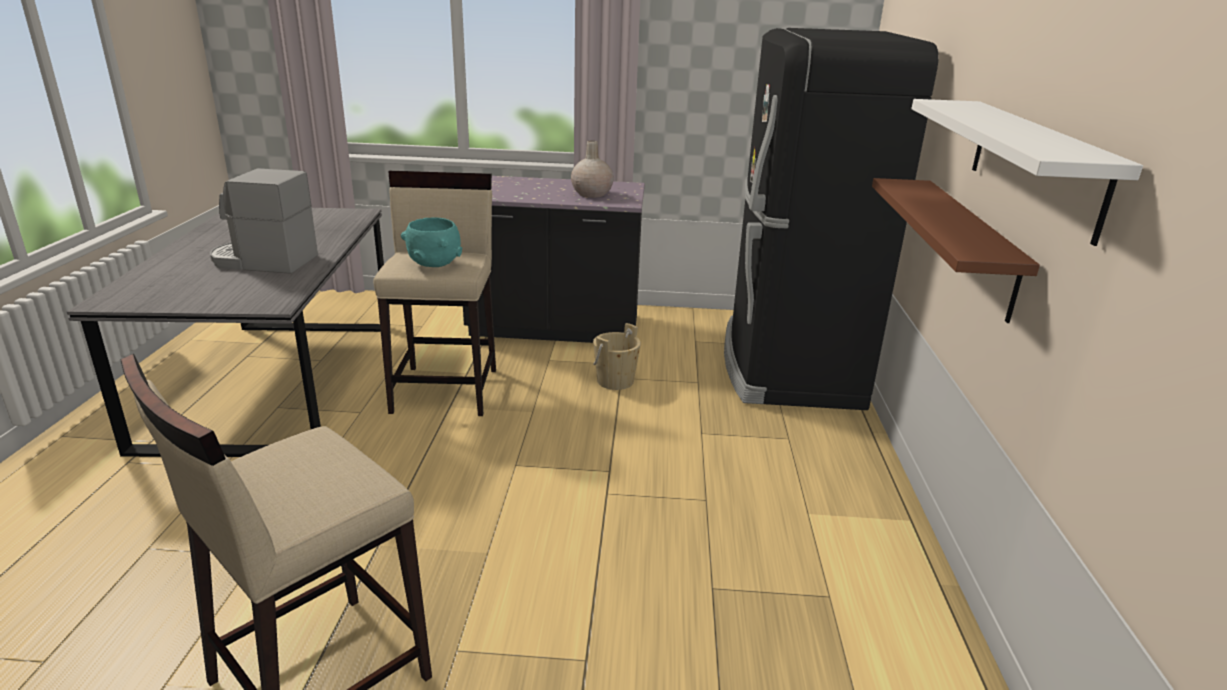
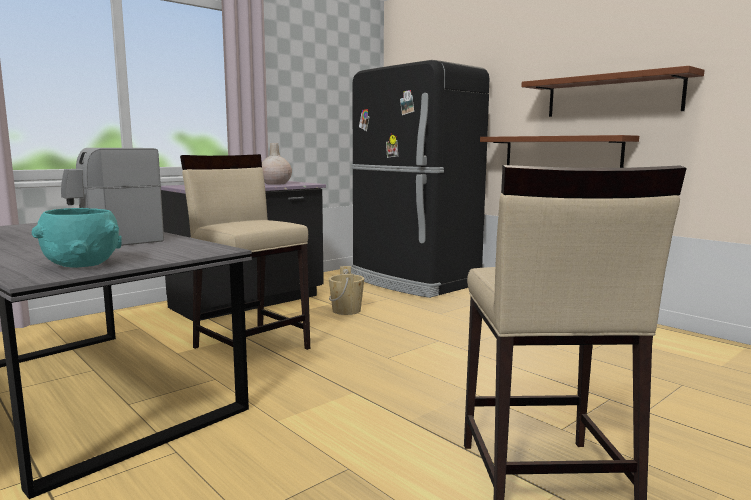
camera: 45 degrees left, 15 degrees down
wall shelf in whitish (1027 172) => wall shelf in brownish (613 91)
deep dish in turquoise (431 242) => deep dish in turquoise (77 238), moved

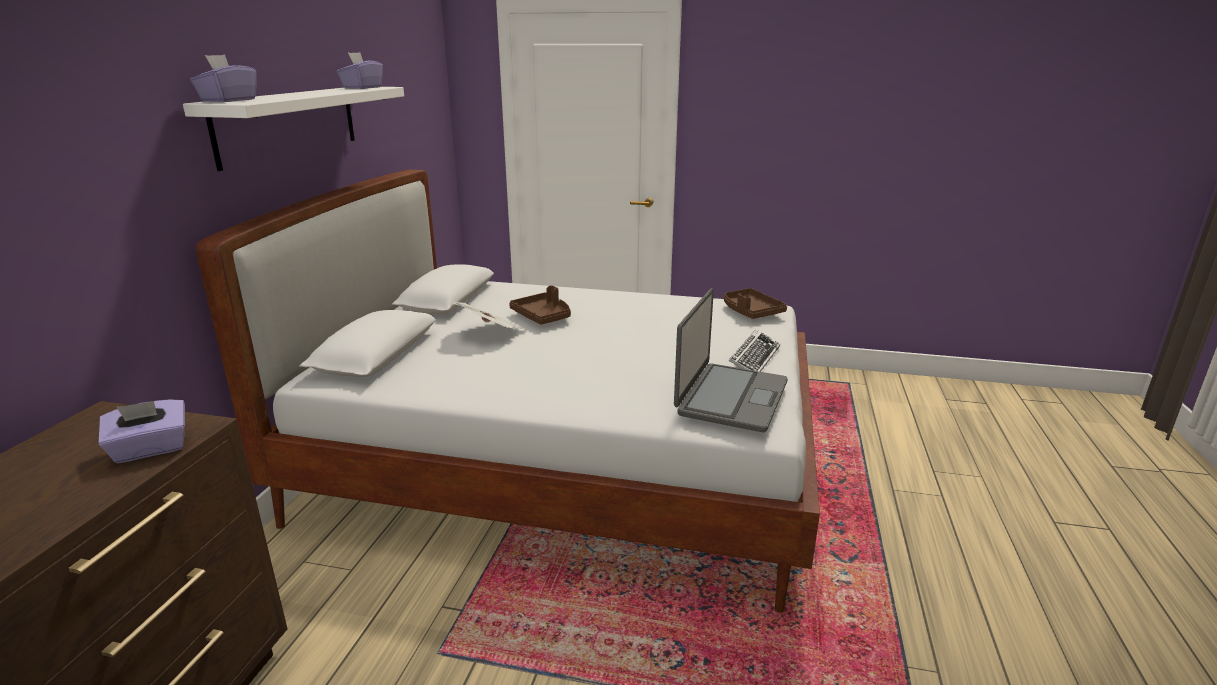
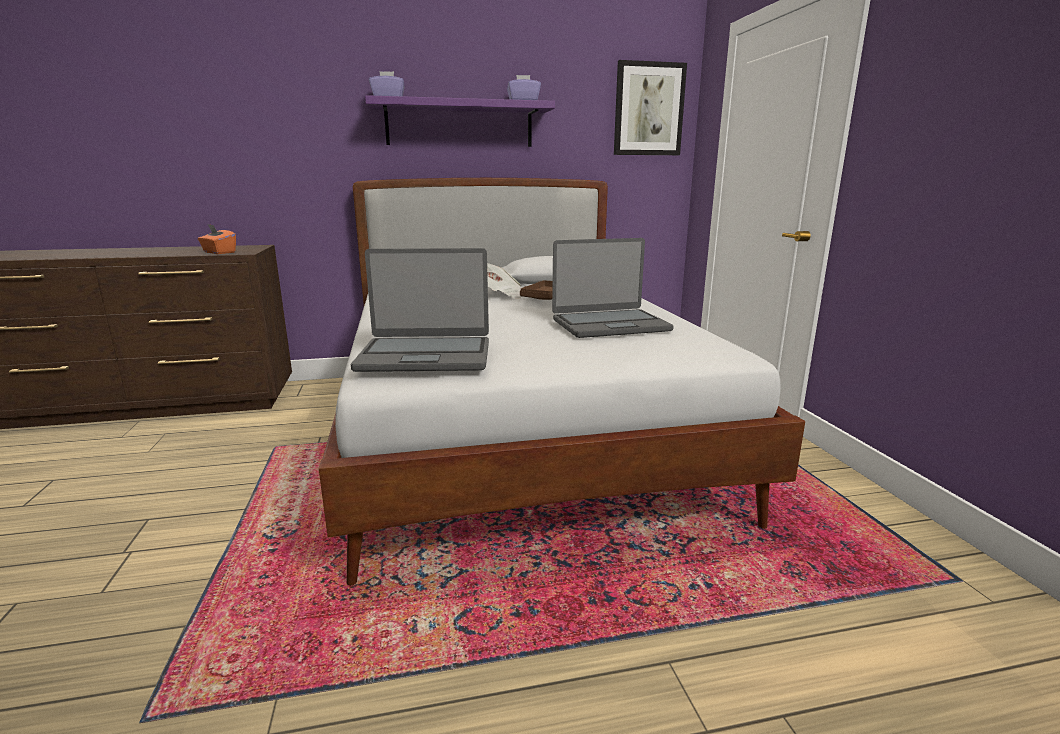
camera: 65 degrees right, 5 degrees down
wall shelf in whitish (293 129) => wall shelf in purple (460 121)
carrying tray in brownish (755 303) => nothing
keyboard (754 350) => nothing
tissue box in purple (142 431) => tissue box in orange-coloured (217 239)
nothing => picture (650 107)
nothing => laptop (613 288)

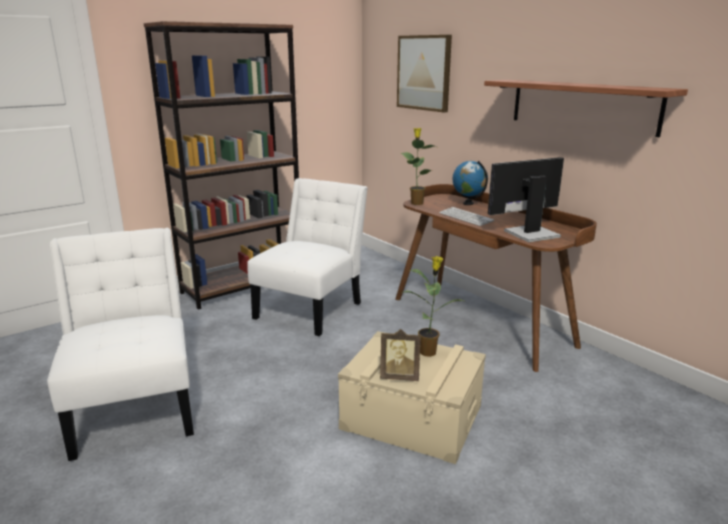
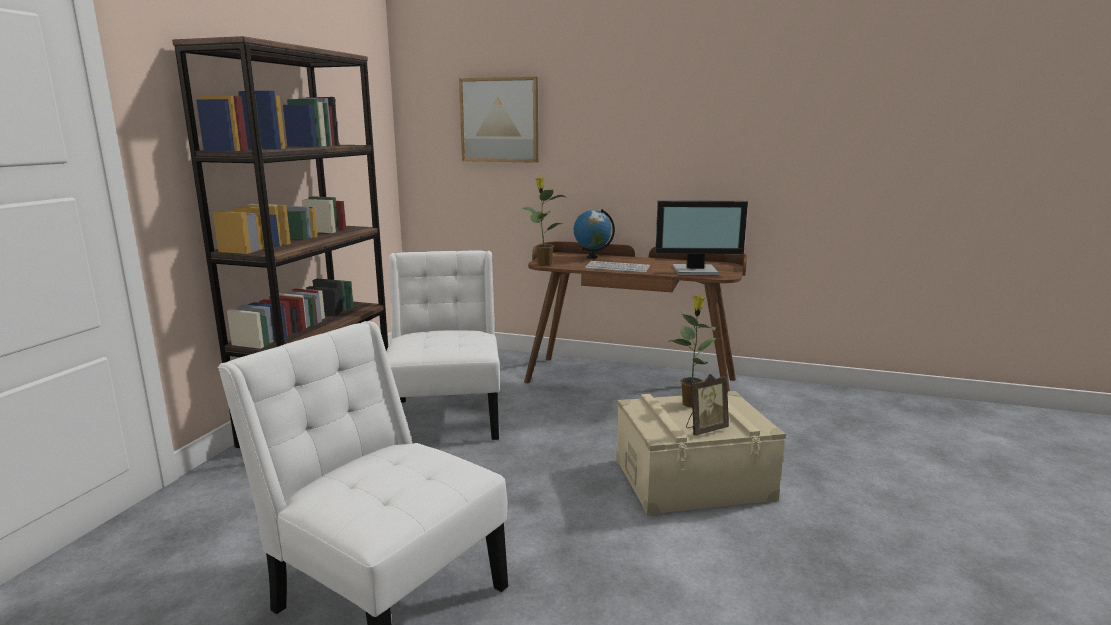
camera: 35 degrees left, 5 degrees down
wall shelf (586 108) => nothing
computer screen (526 199) => computer screen (701 237), 120 degrees counterclockwise

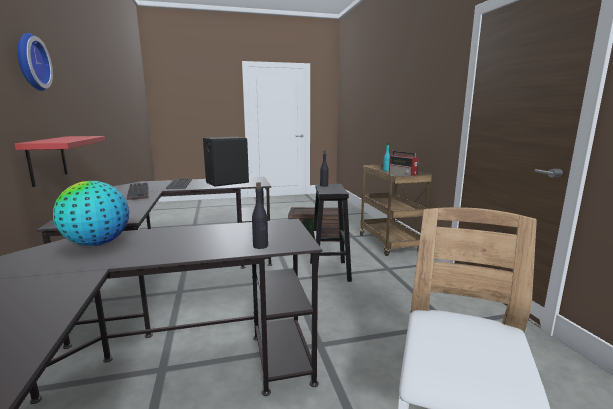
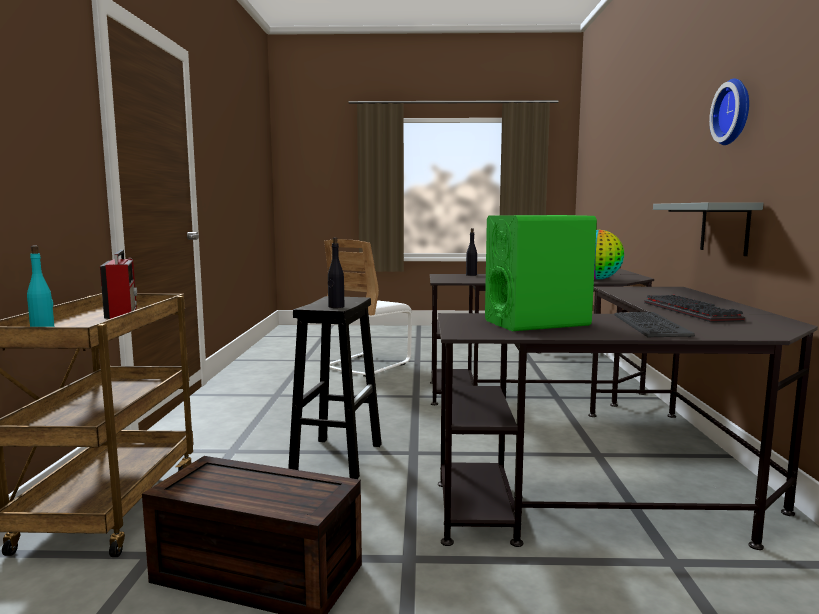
camera: 165 degrees left, 5 degrees down
wall shelf in reddish (60 161) => wall shelf in grey (708 229)
loudspeaker in blackish (226 162) => loudspeaker in greenish (541 273)

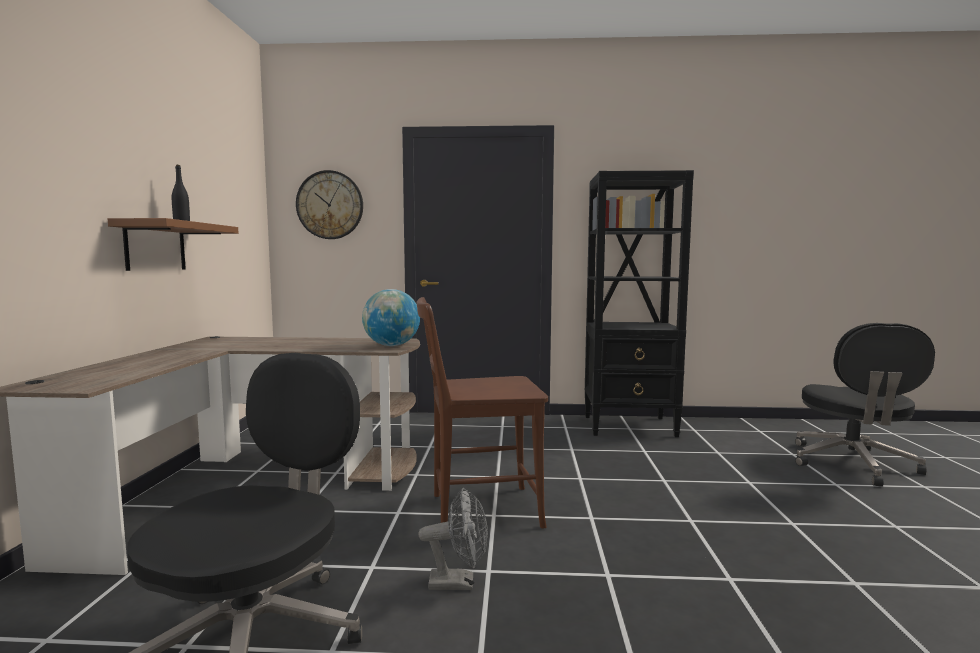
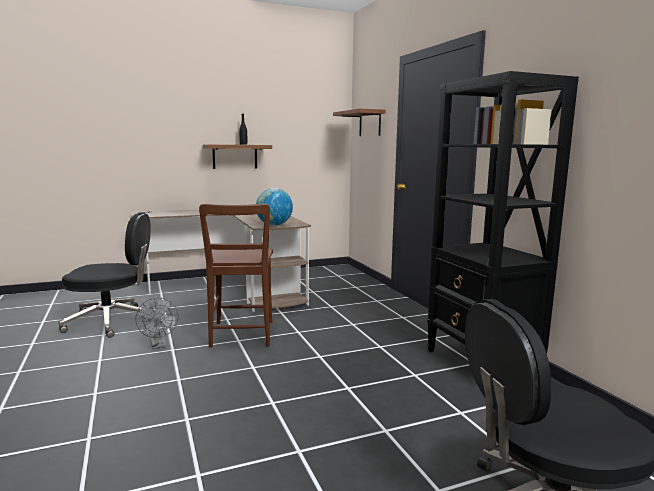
camera: 65 degrees right, 5 degrees up
clock on the wall (329 204) => wall shelf in brownish (359 122)
upright chair in brownish (482 413) => upright chair in brownish (236 276), 150 degrees counterclockwise

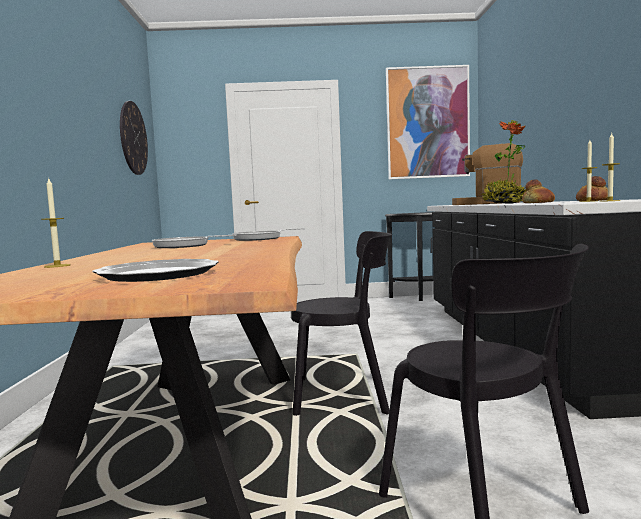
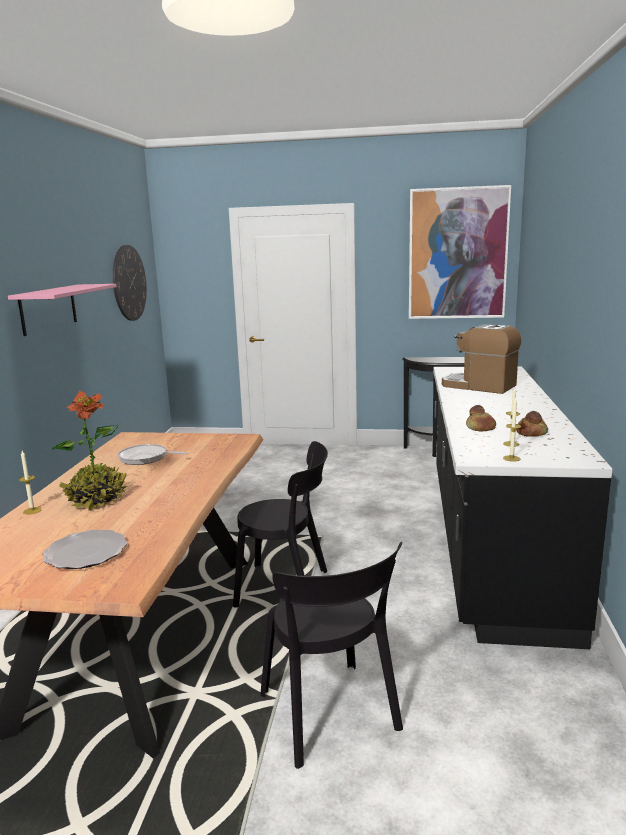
camera: 10 degrees right, 10 degrees up
plant in a pot (504 161) => plant in a pot (89 451), moved
skillet (268 234) => nothing
nothing => wall shelf in pink (62 310)

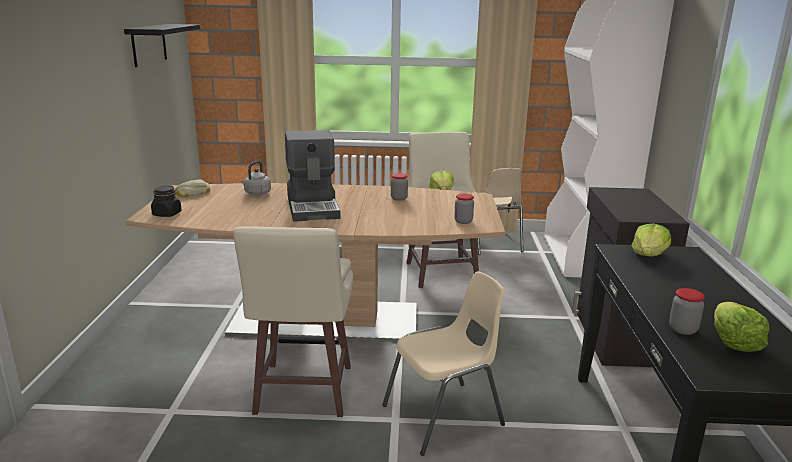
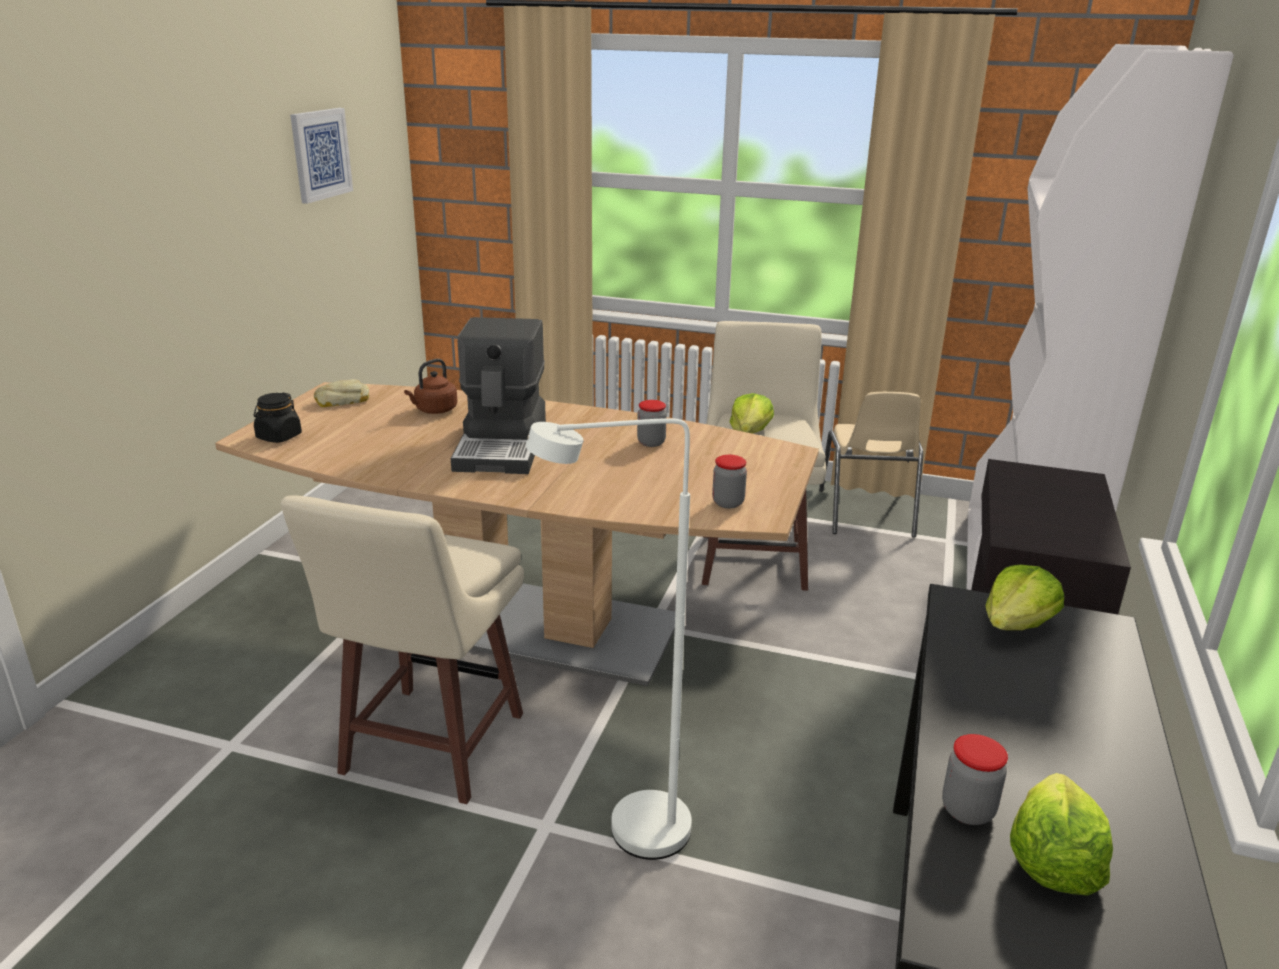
camera: 15 degrees right, 5 degrees up
wall shelf in blackish (162 45) => picture (321 156)
water kettle in grey (256 178) => water kettle in brownish (431 386)
upright chair in sand-coloured (444 363) => standing lamp in whitish (609 639)

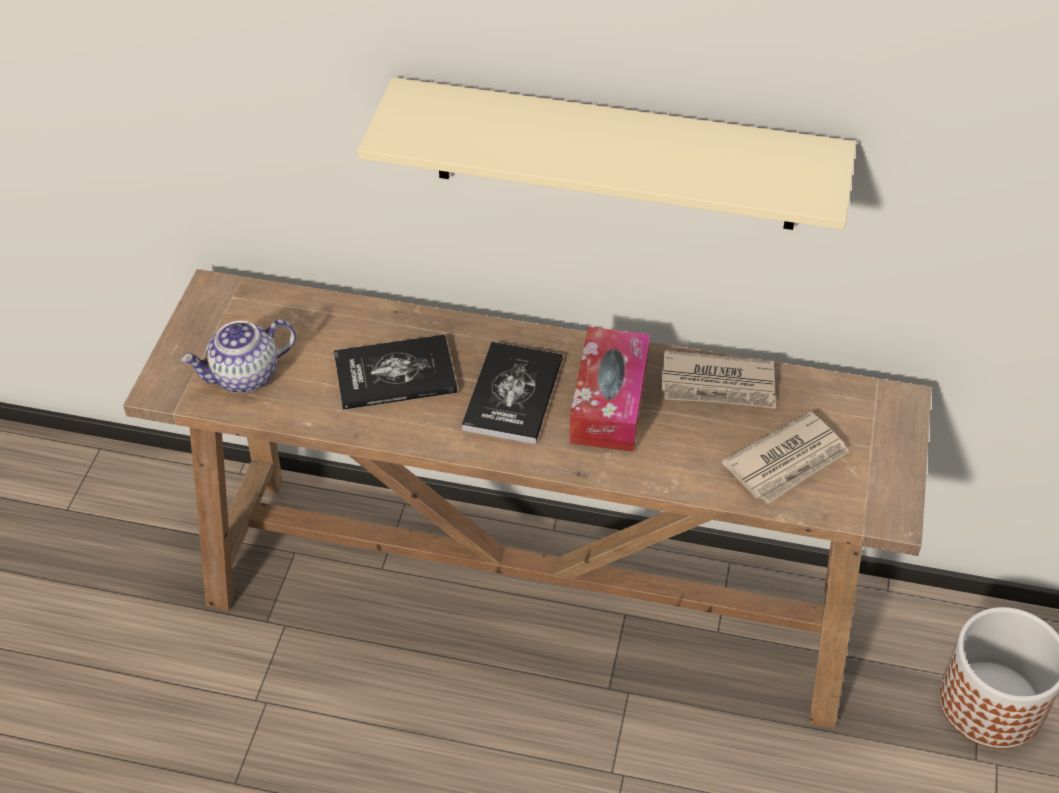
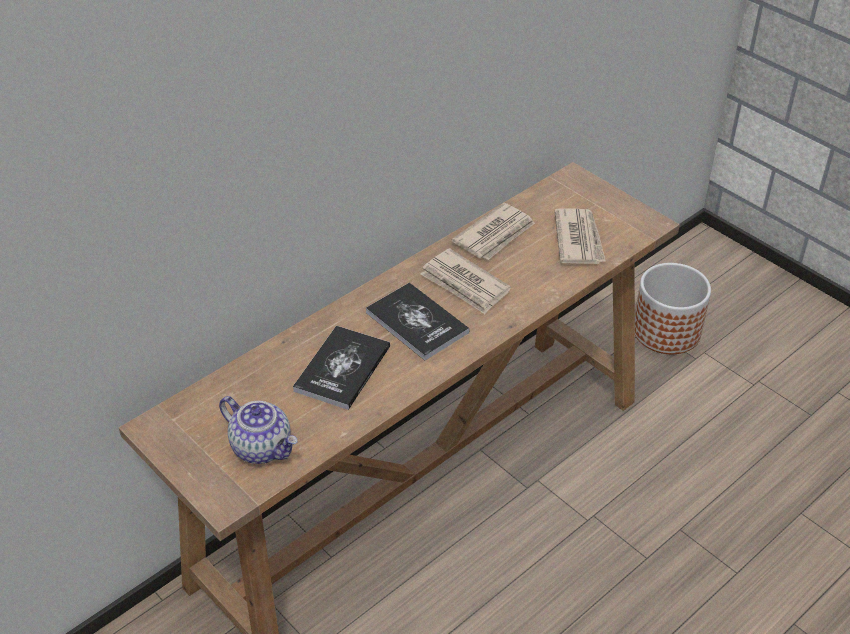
camera: 55 degrees left, 5 degrees down
wall shelf in sand-coloured (606 153) => nothing
tea pot (238 355) => tea pot (258 430), 60 degrees counterclockwise
tissue box (609 389) => daily paper (465 281)

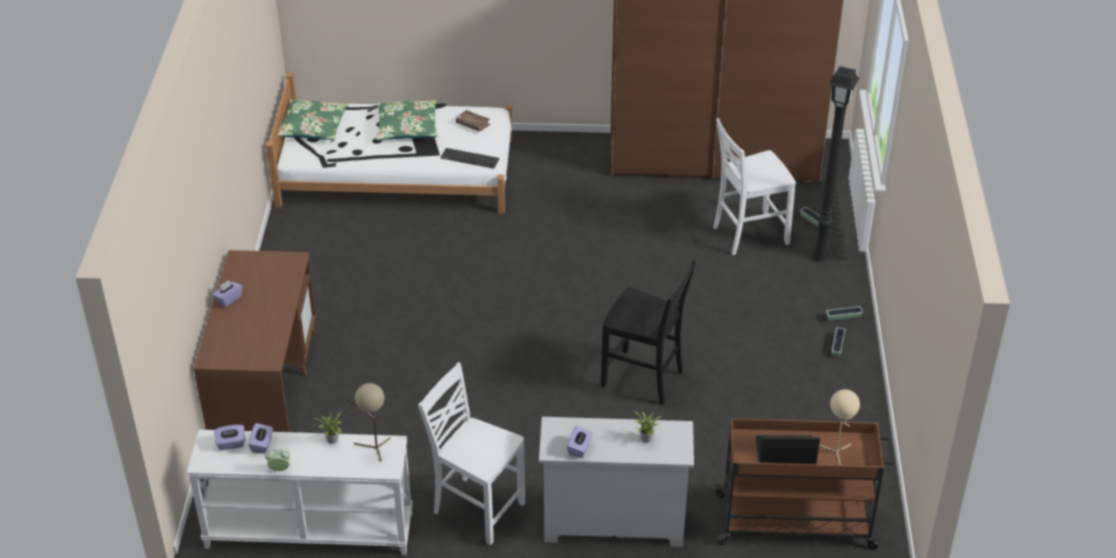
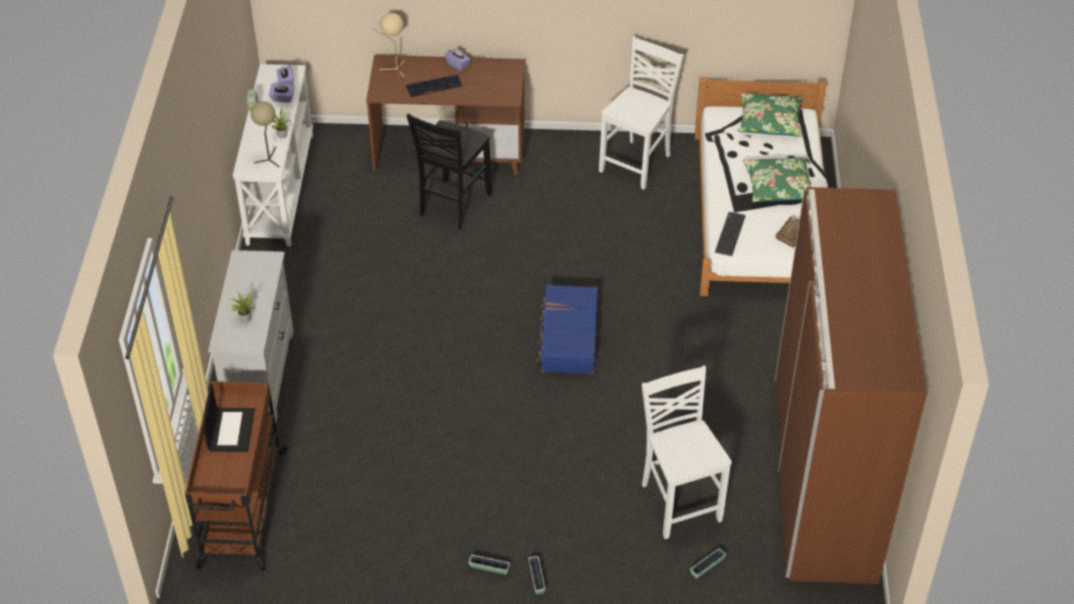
camera: 90 degrees right, 5 degrees up
standing lamp in blackish (836 163) => nothing
upright chair in blackish (648 332) => upright chair in blackish (449 171), moved
upright chair in whitish (471 453) => upright chair in whitish (641 113), moved
table lamp in sand-coloured (840 427) => table lamp in sand-coloured (389 45), moved
tissue box in purple (580 442) => nothing
nothing => keyboard (434 86)
nothing => suitcase in blue (567 329)

